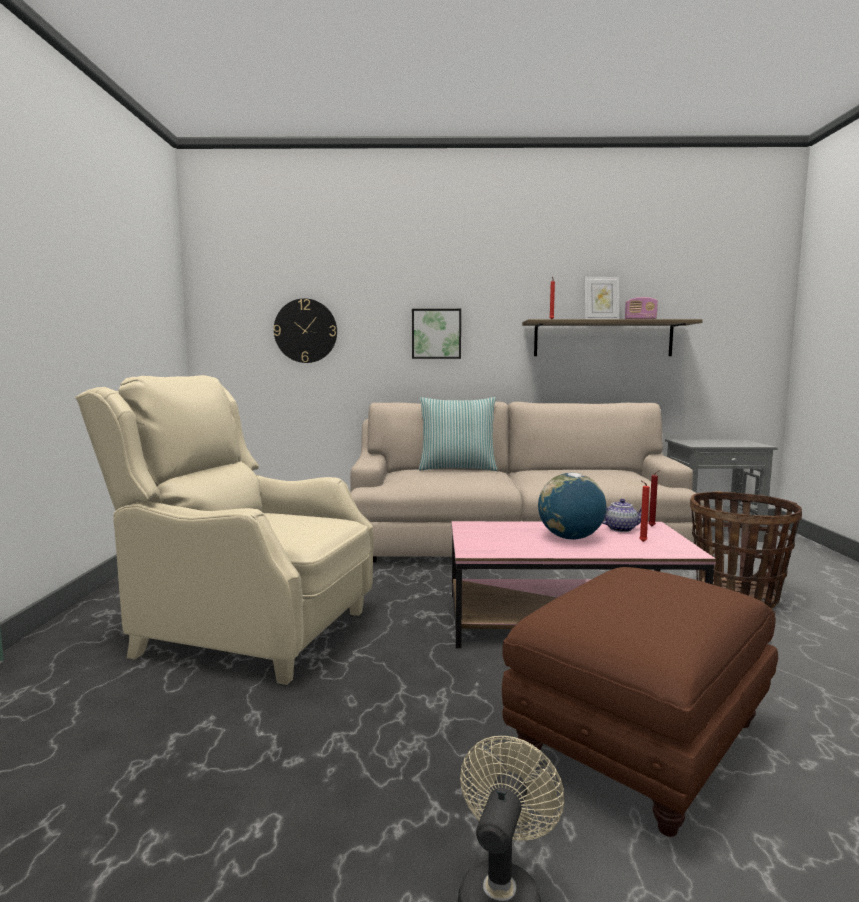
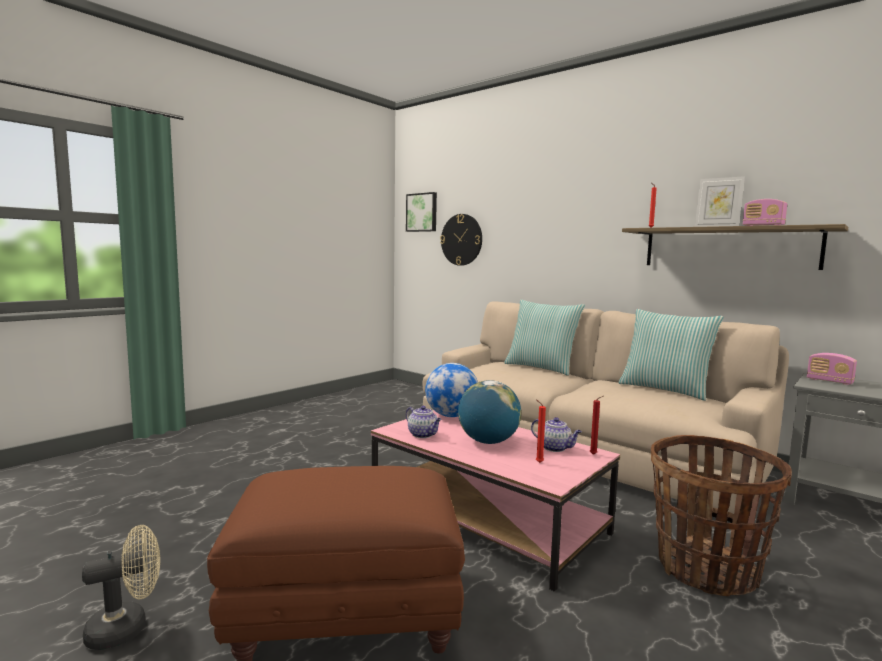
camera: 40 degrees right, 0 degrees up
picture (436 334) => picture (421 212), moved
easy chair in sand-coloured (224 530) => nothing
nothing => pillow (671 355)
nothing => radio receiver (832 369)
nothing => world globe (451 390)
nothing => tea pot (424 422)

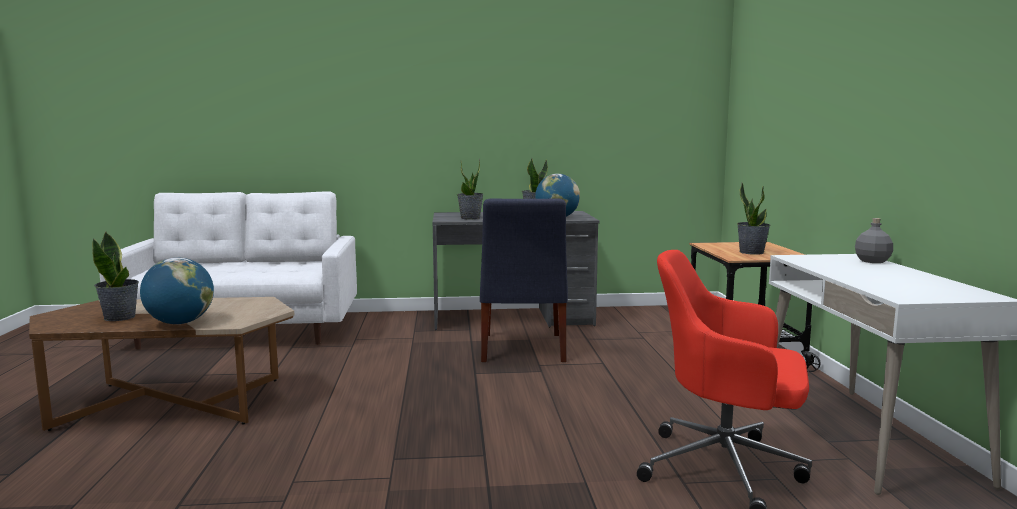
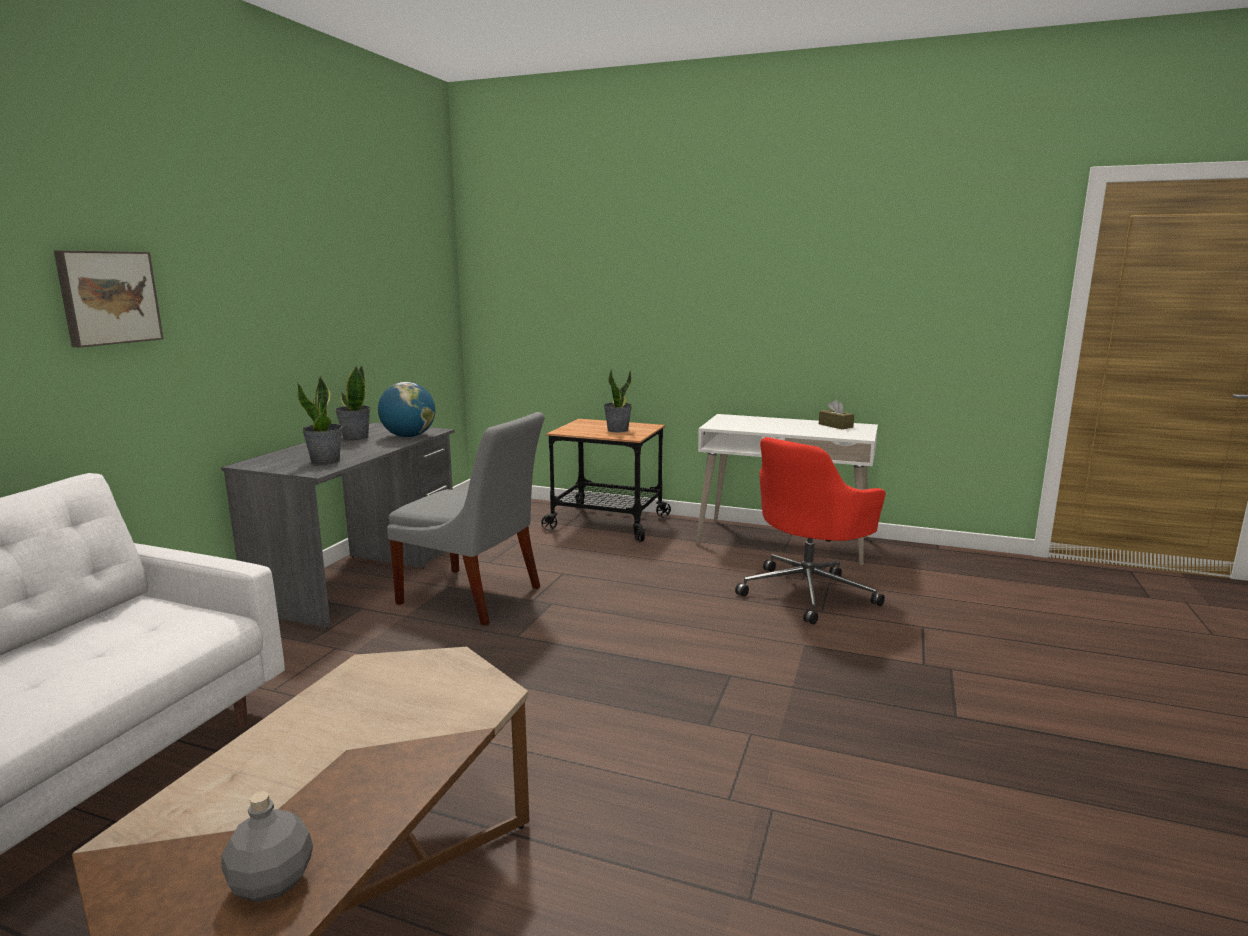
camera: 65 degrees left, 5 degrees up
upright chair in blue (524 280) => upright chair in grey (465 519)
beverage bottle in grey (874 240) => beverage bottle in grey (267 846), moved
plant in a pot (115 276) => nothing
world globe (177 291) => nothing
nothing => picture (108 298)
nothing => tissue box in brownish (836 414)

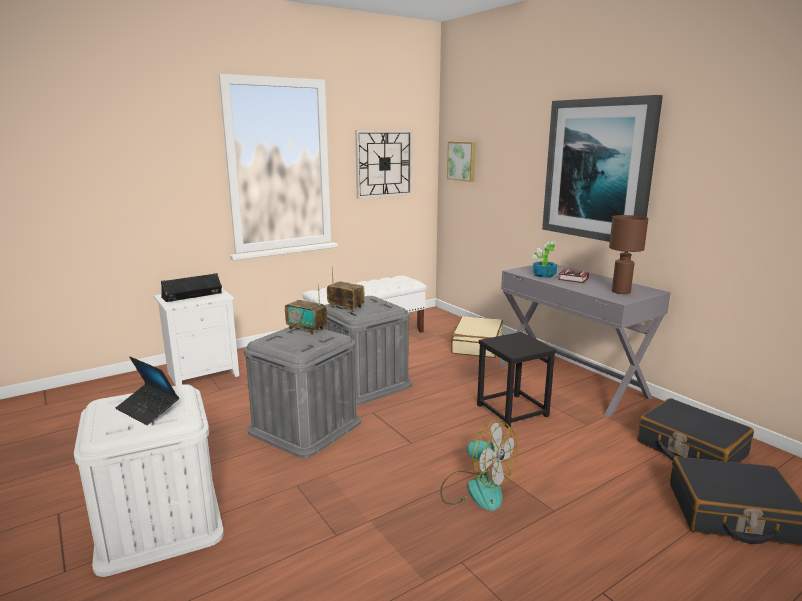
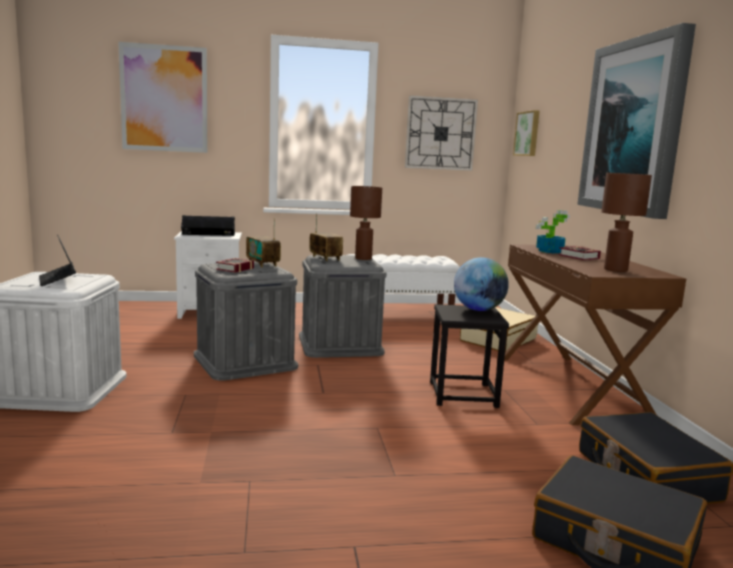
camera: 25 degrees right, 5 degrees down
desk table in grey (585 341) => desk table in brownish (595 334)
electric fan (479 465) => nothing
nothing => picture (163 97)
nothing => table lamp in brownish (366 223)
nothing => world globe (481 284)
nothing => volume (235 265)

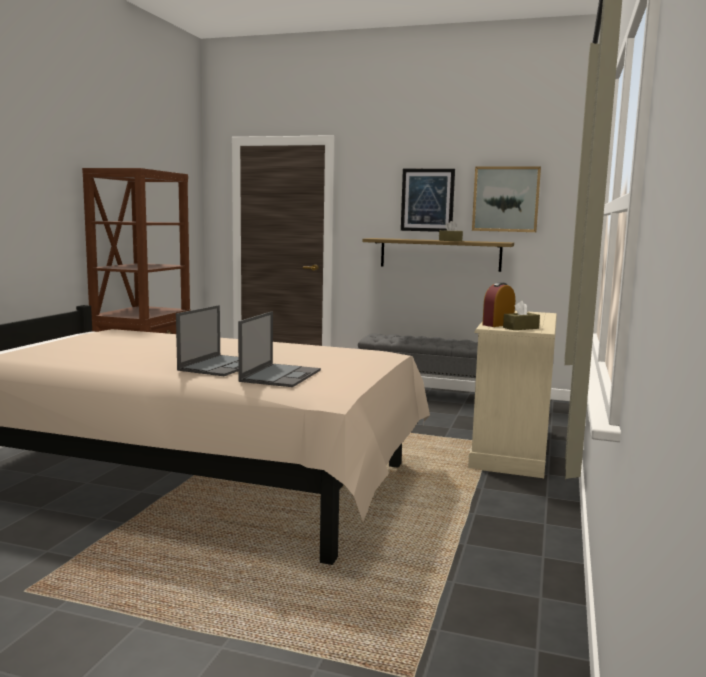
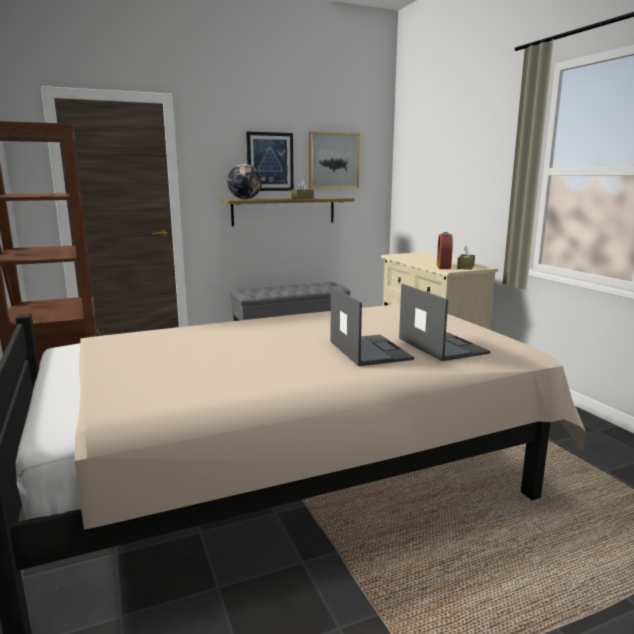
camera: 40 degrees left, 5 degrees up
nothing => world globe (244 181)

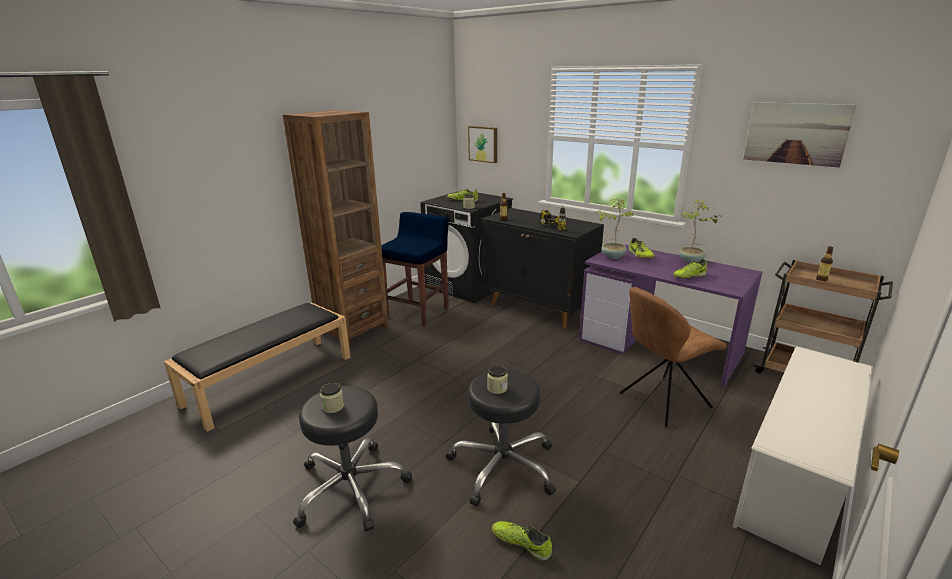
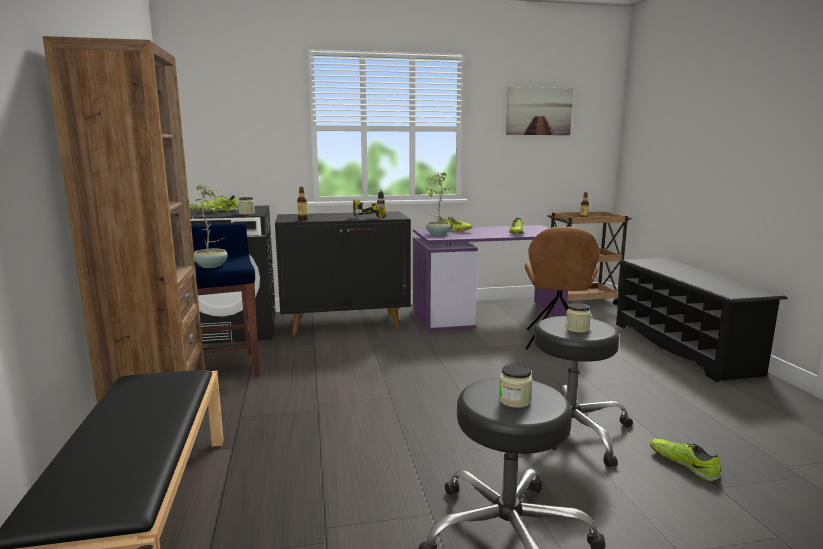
camera: 50 degrees left, 10 degrees down
picture (482 144) => nothing
plant in a pot (700 231) => plant in a pot (211 226), moved
shoe shelf in whitish (802 456) => shoe shelf in blackish (702 320)
low shoe (522 541) => low shoe (685 460), 75 degrees clockwise

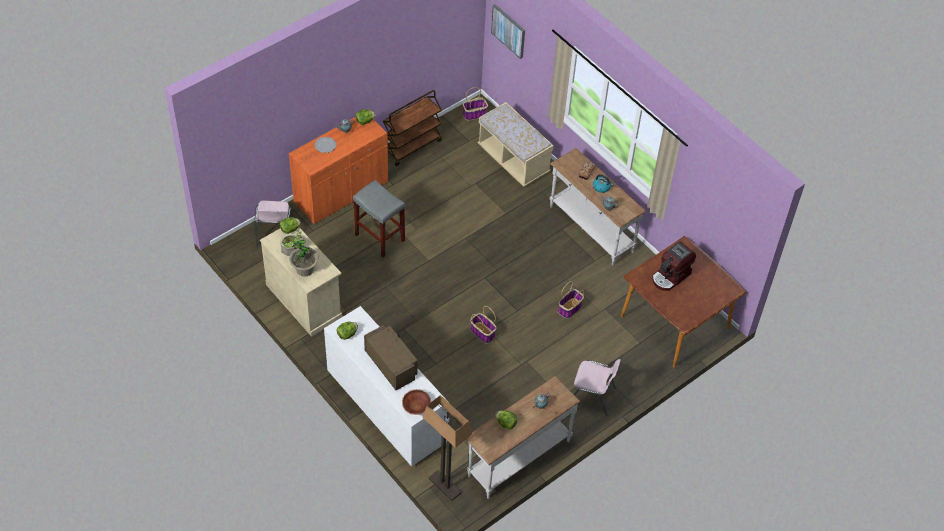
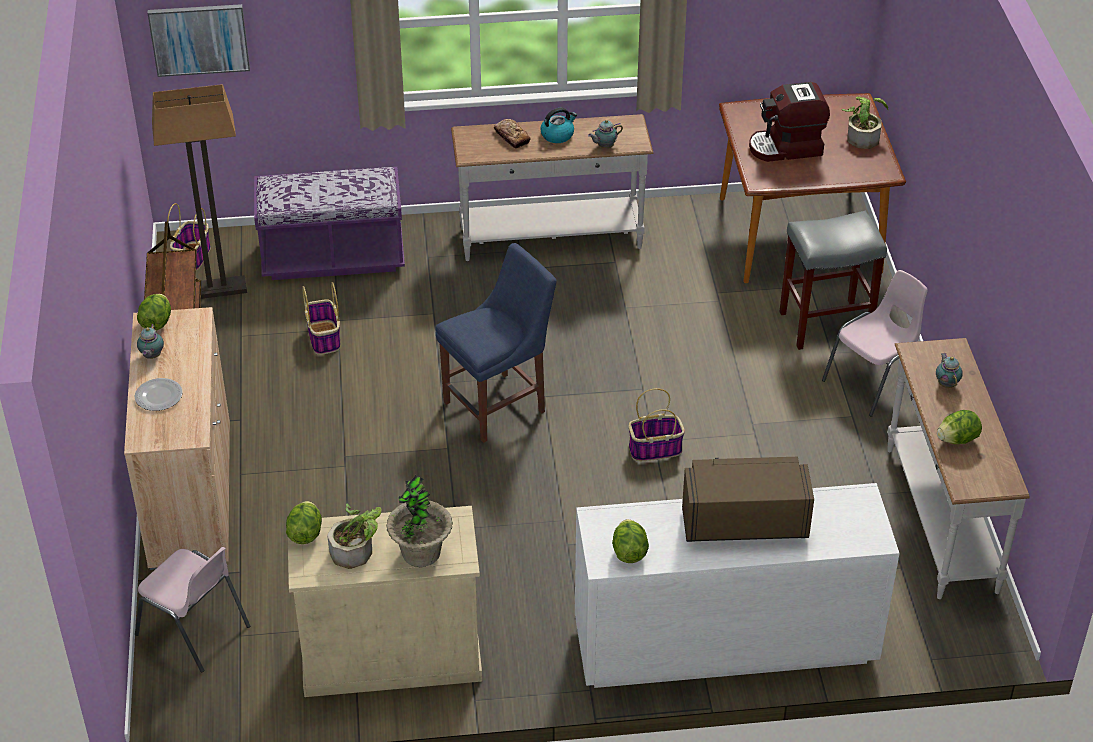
camera: 55 degrees left, 10 degrees down
bench in sand-coloured (516 144) => bench in purple (329 223)
cupboard in orange-coloured (338 170) => cupboard in sand-coloured (177 438)
stool seat in grey (379 218) => stool seat in grey (833 280), moved
coffee maker (674 266) => coffee maker (789 122), 90 degrees clockwise
household basket (571 299) => household basket (321 318), moved
deep dish in brownish (416 402) => nothing
standing lamp (447 448) => standing lamp (199 191), moved
nothing => plant in a pot (865 123)
nothing => upright chair in blue (496 343)

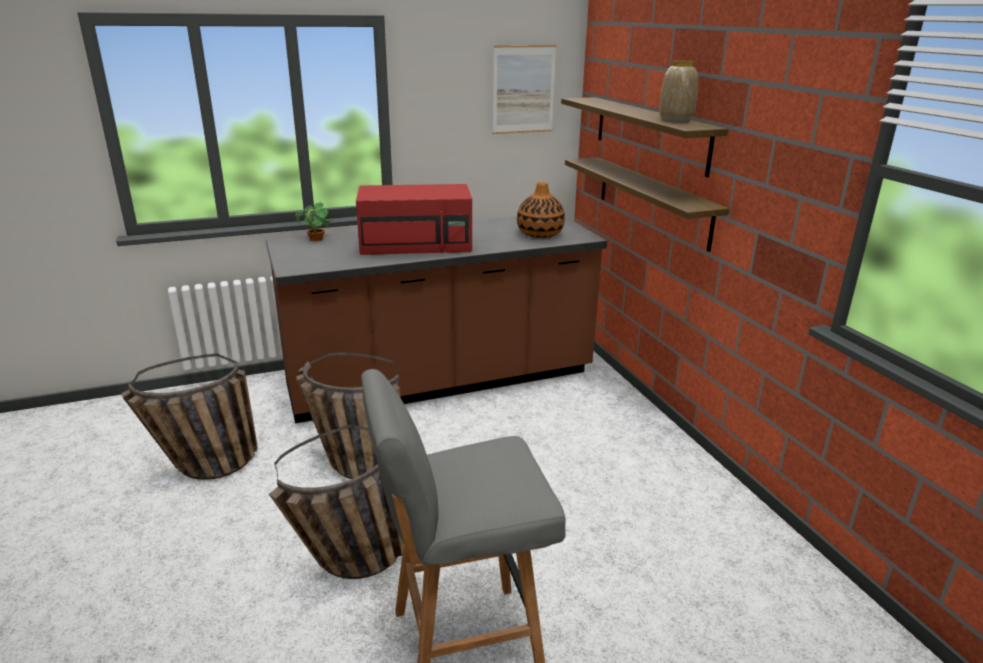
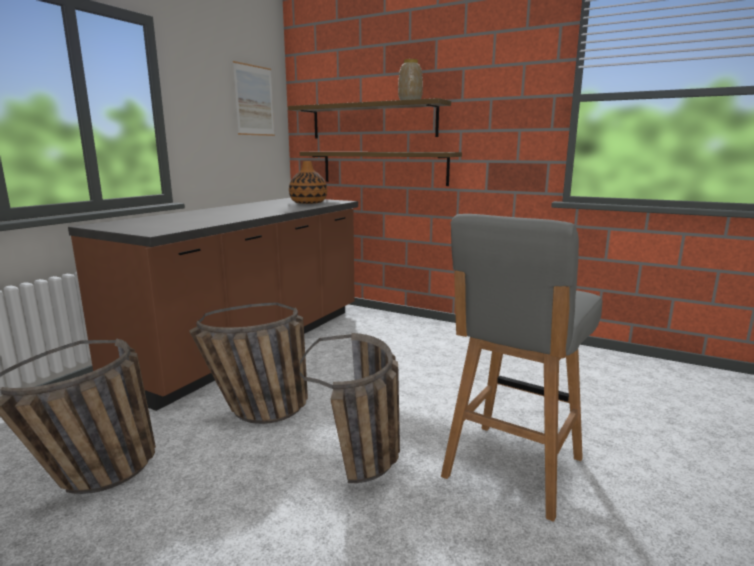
camera: 40 degrees left, 10 degrees down
kitchen microwave in reddish (414 219) => nothing
plant in a pot (314 221) => nothing

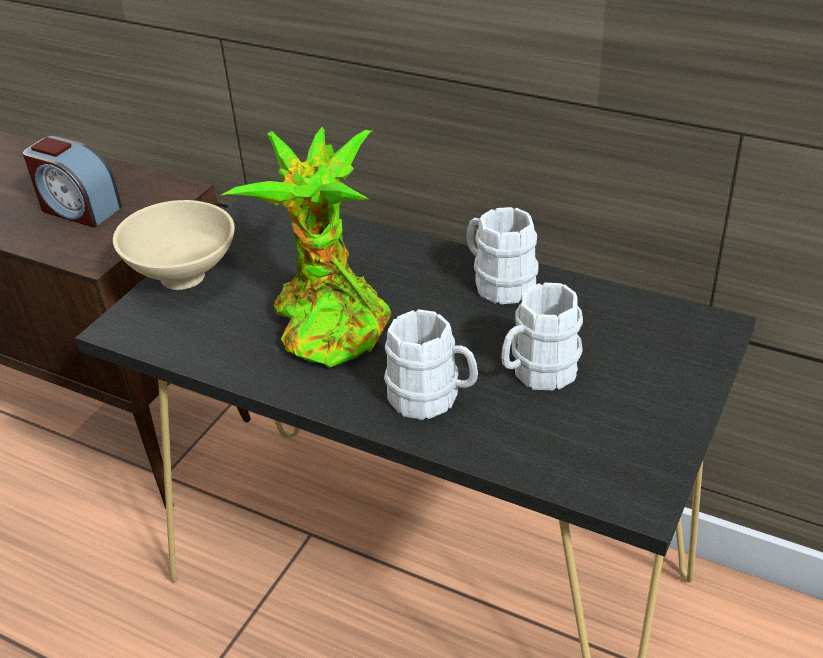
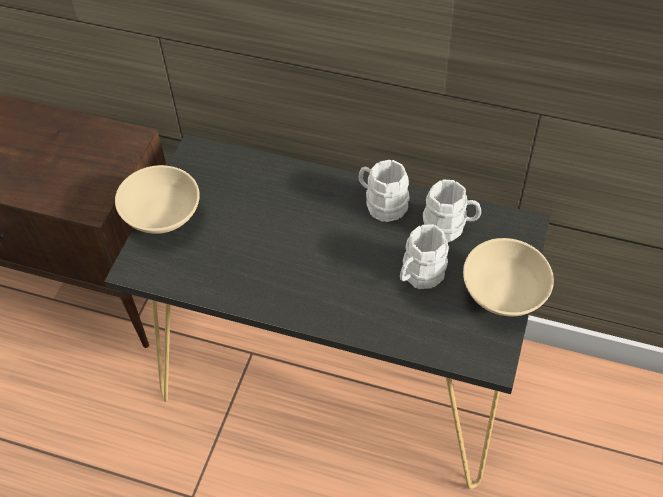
camera: 10 degrees left, 15 degrees up
plant in a pot (306 247) => nothing
table clock (72 182) => nothing
mug in whitish (431 364) => mug in whitish (452 210), moved
nothing => deep dish in sand-coloured (508 277)

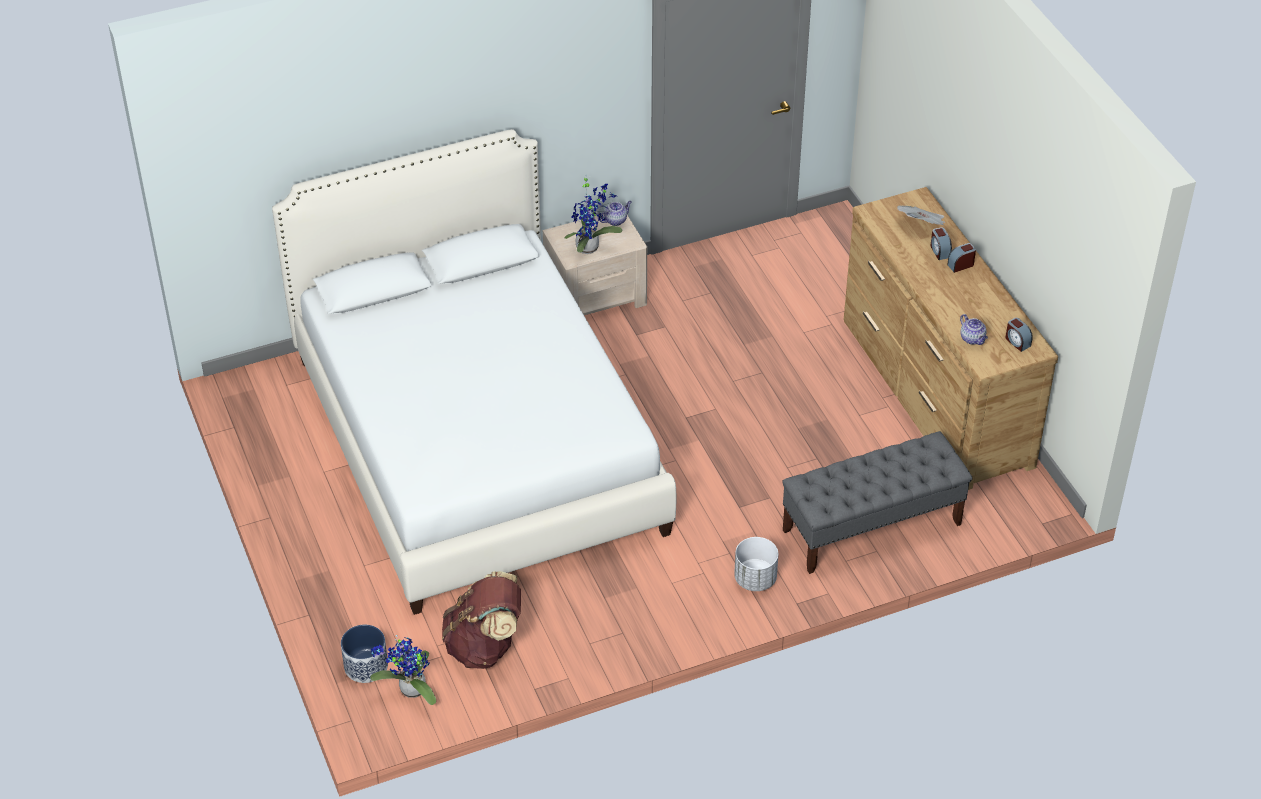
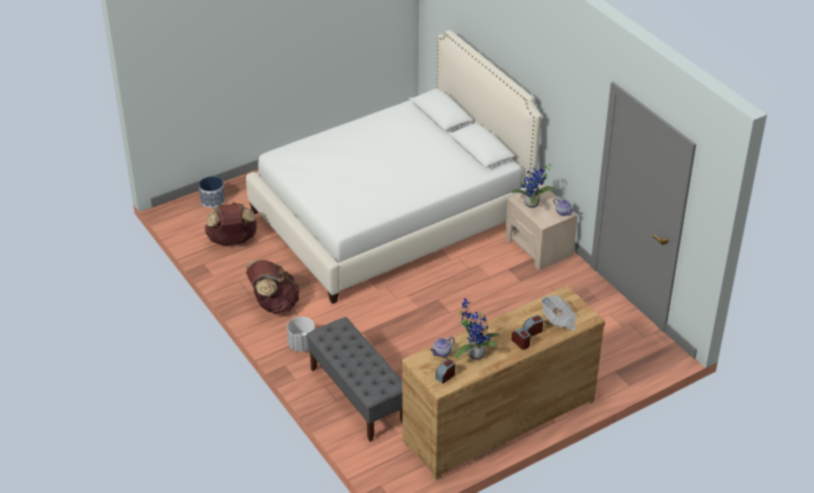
camera: 80 degrees right, 5 degrees down
plant in a pot (403 670) => plant in a pot (477 329), moved
nothing => knapsack in brownish (272 286)

